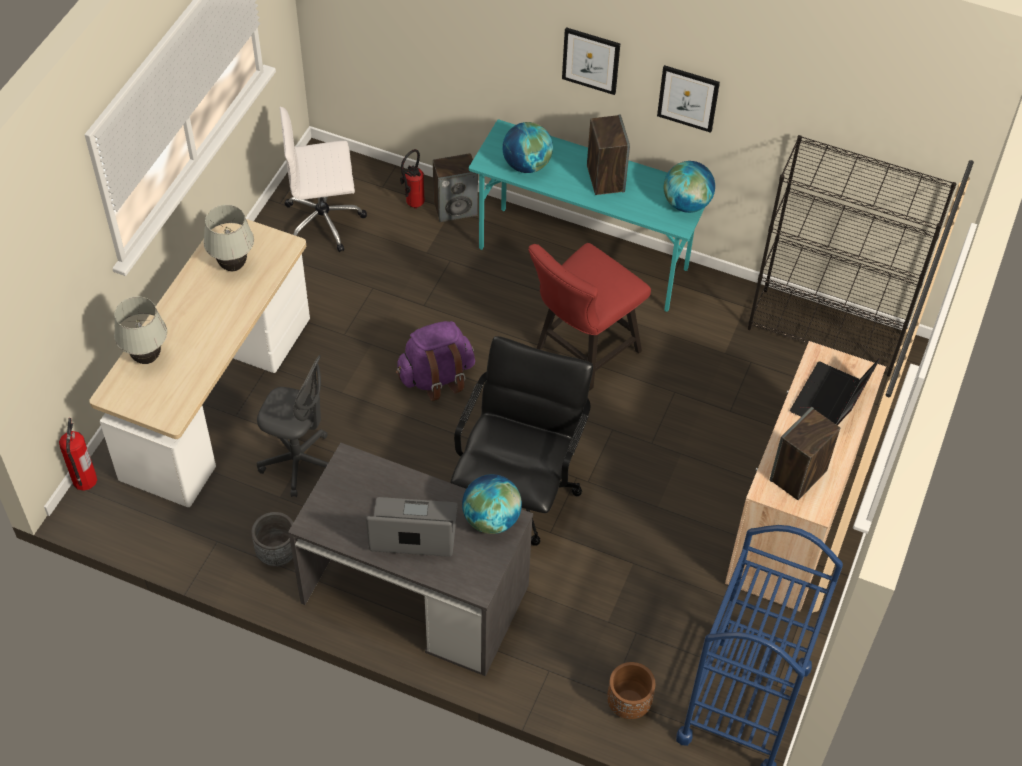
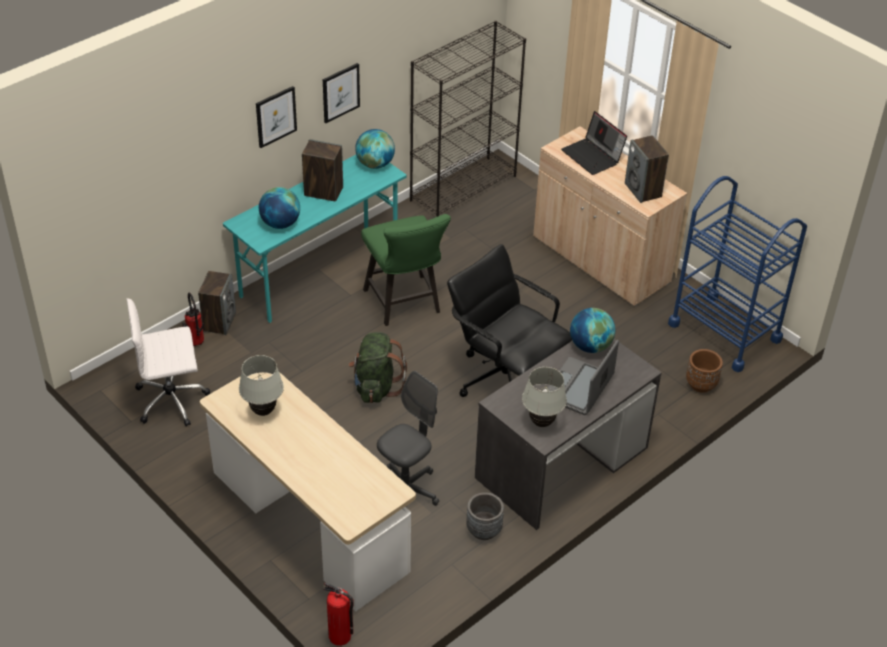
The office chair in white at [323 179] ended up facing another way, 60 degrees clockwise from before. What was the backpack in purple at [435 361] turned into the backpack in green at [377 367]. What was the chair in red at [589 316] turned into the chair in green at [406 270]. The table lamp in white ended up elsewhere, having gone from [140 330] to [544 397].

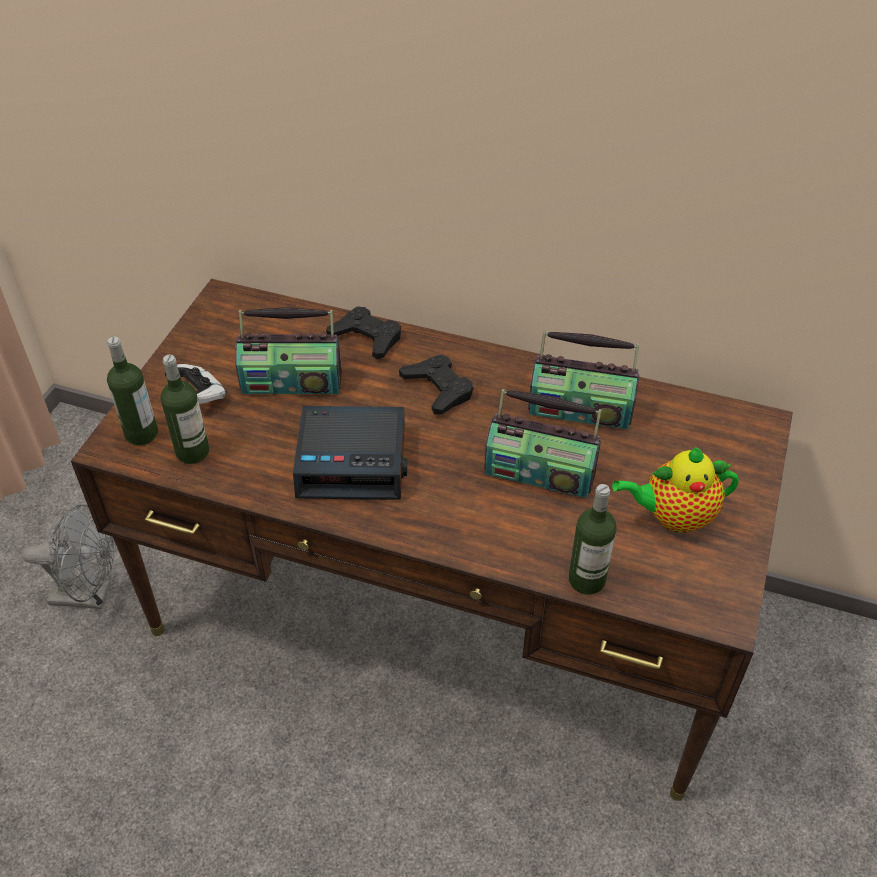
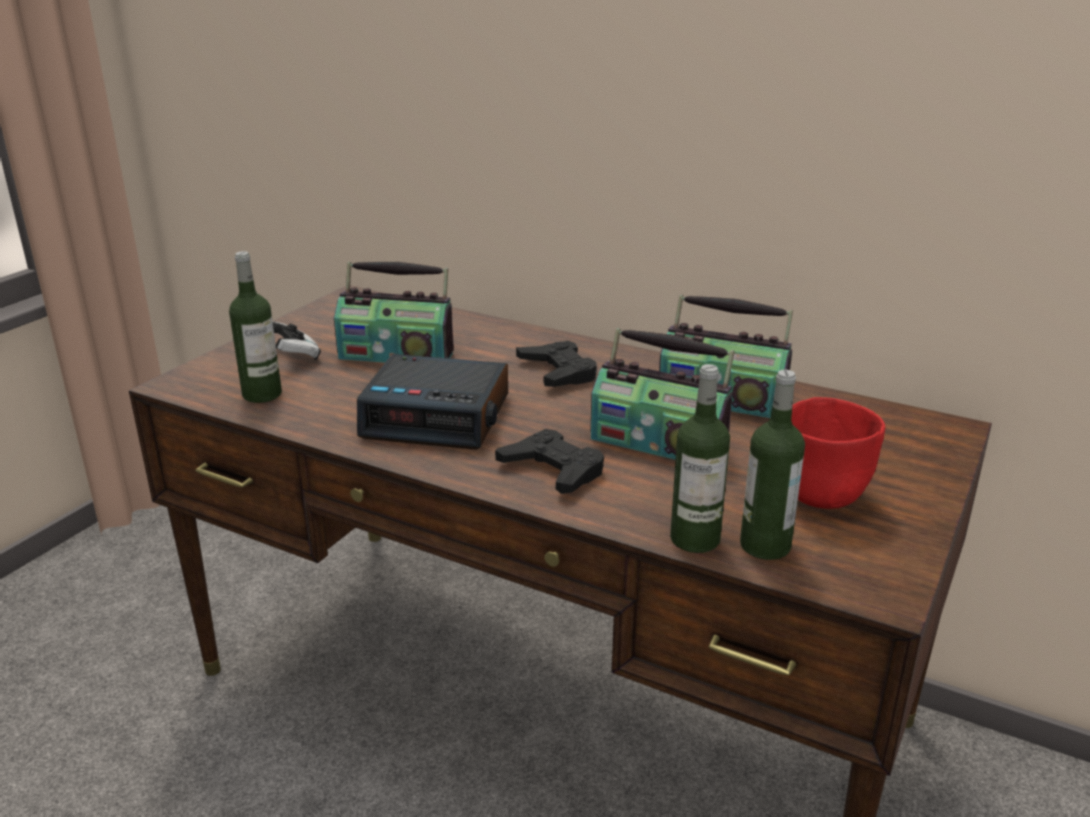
The game controller in black ended up elsewhere, having gone from [363 332] to [549 461]. The bottle ended up elsewhere, having gone from [132 390] to [772 465]. Where the teapot stood at [675 490], the bowl in red came to stand at [838 453]. The second view lost the fan in grey at [68 556].

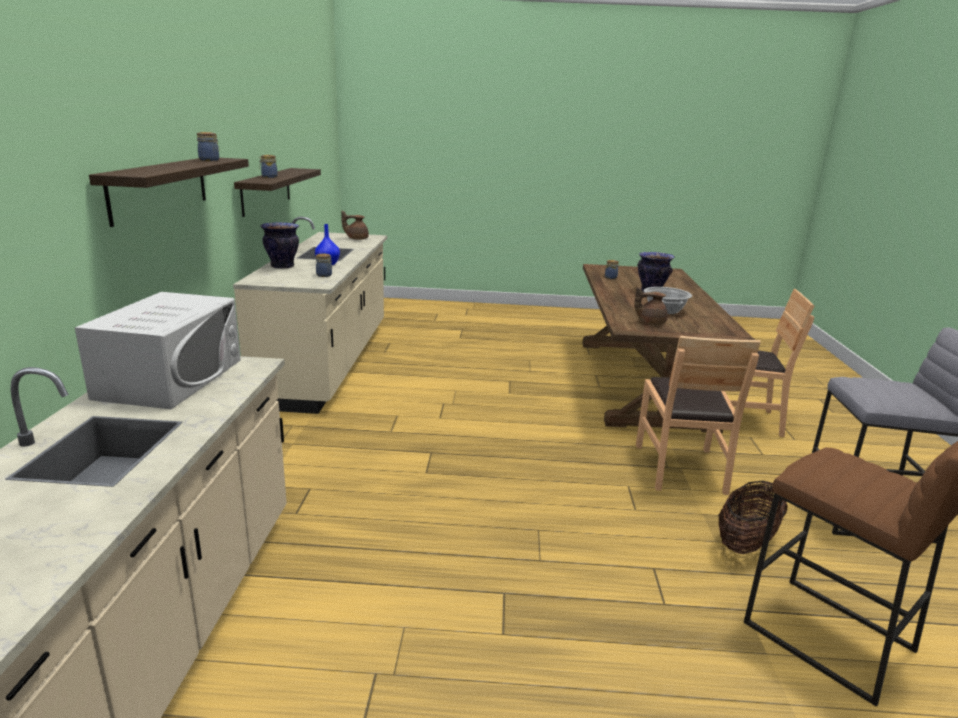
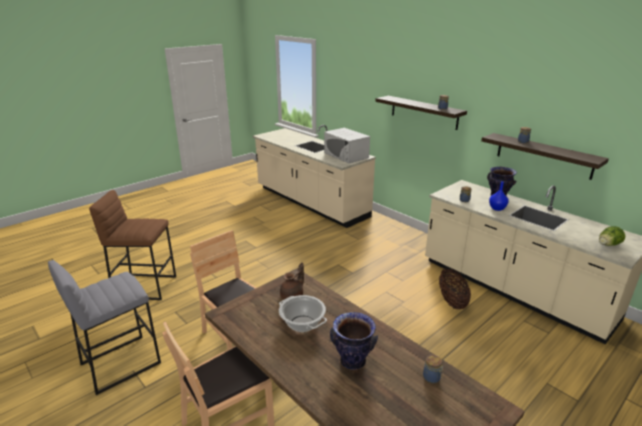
The basket ended up elsewhere, having gone from [753 517] to [455 288]. Where the teapot in brown stood at [355 225], the lettuce came to stand at [612 236].

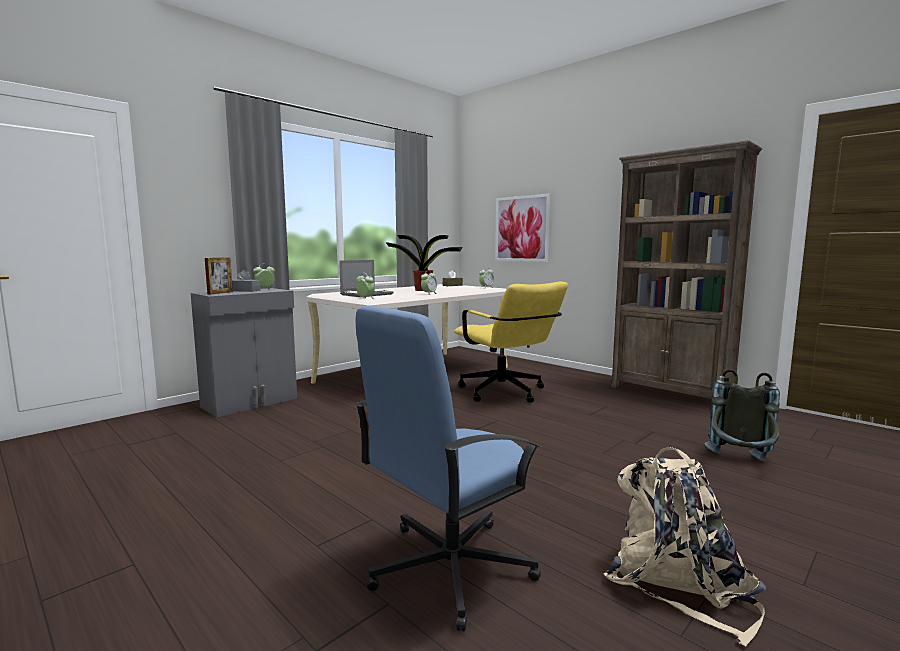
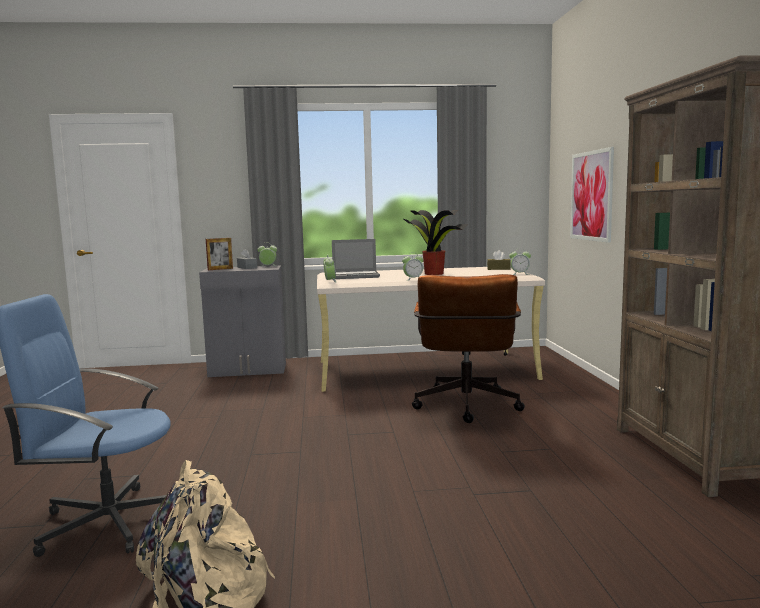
What was the office chair in yellow at [511 342] turned into the office chair in brown at [468 348]. The second view lost the backpack in grey at [742 415].

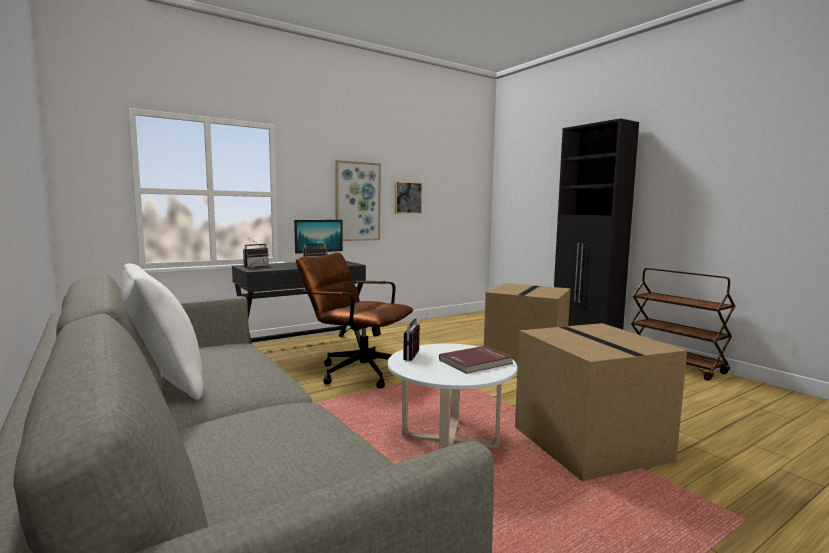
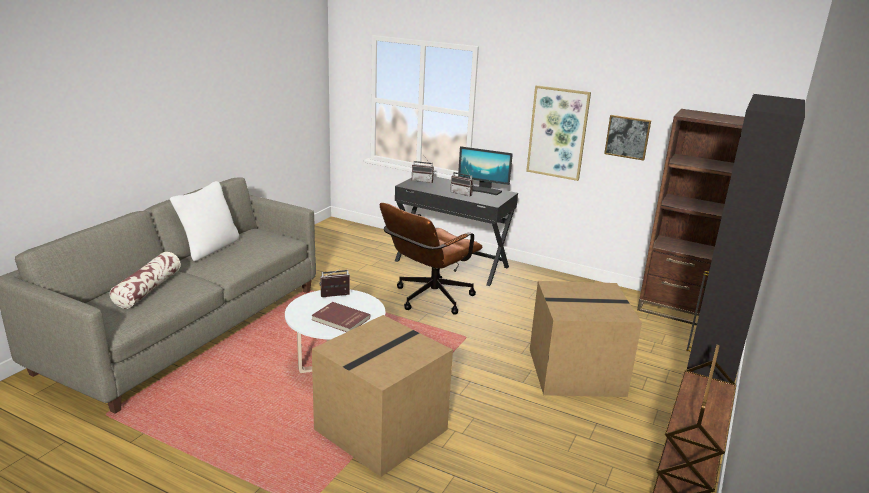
The second view gained the pillow at [145 280]. The office chair in brown at [354 320] ended up facing another way, 135 degrees counterclockwise from before. The second view gained the bookcase in brown at [691 217].

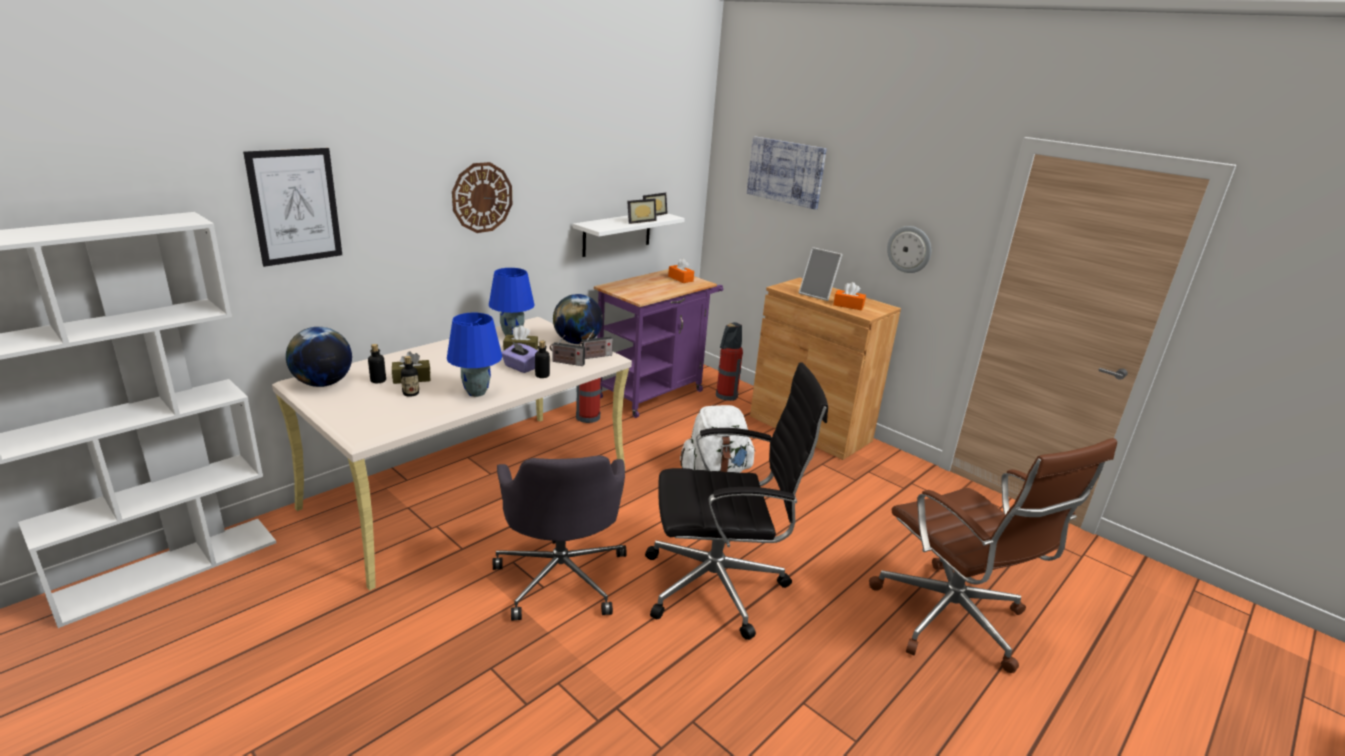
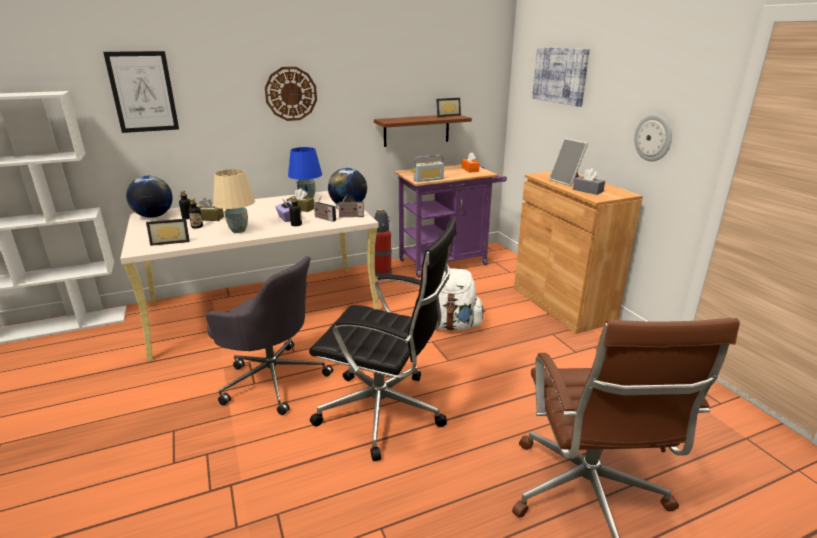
The picture frame ended up elsewhere, having gone from [642 211] to [168 232]. The office chair in grey at [560 538] ended up facing another way, 75 degrees counterclockwise from before. What was the table lamp in blue at [474 355] turned into the table lamp in beige at [234 201]. What was the shelf in white at [629 235] turned into the shelf in brown at [423 131]. The second view gained the radio at [428 168]. What was the tissue box in orange at [849 296] turned into the tissue box in grey at [589 181]. The second view lost the fire extinguisher at [729 361].

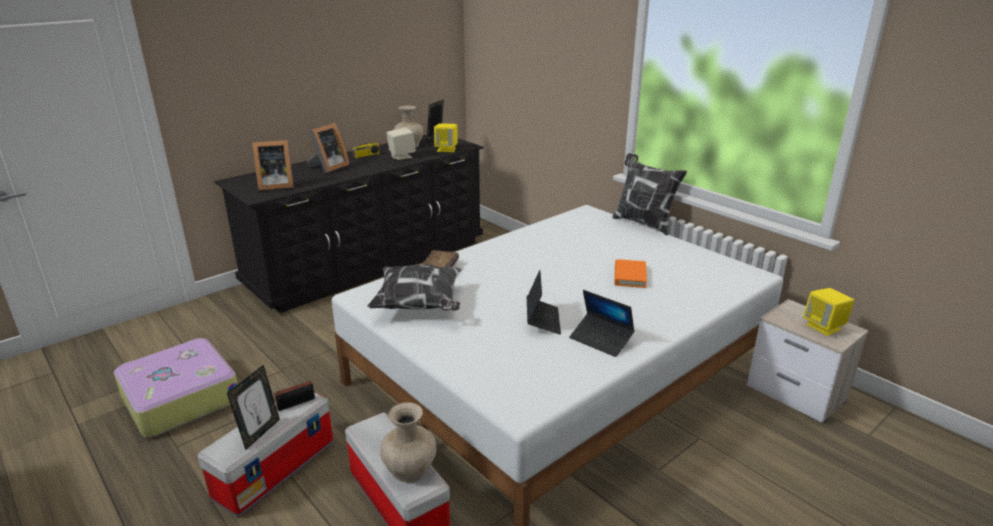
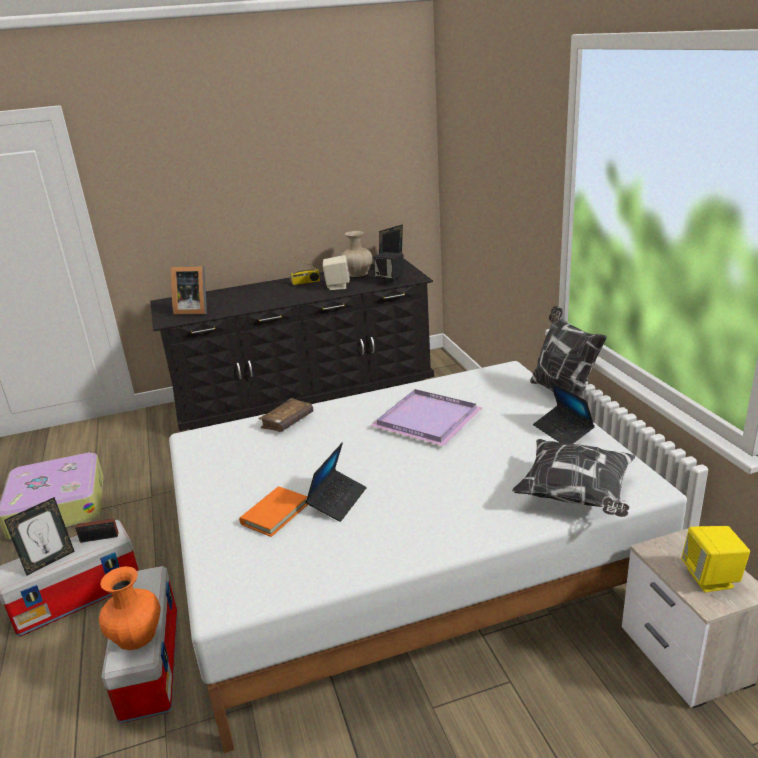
What was the vase in beige at [408 442] turned into the vase in orange at [129 608]. The book in orange ended up elsewhere, having gone from [630 273] to [273 511]. The second view gained the tray in purple at [426 417]. What was the speaker in yellow at [446 137] turned into the speaker in black at [389 268]. The pillow ended up elsewhere, having gone from [414 287] to [573 478]. The laptop ended up elsewhere, having gone from [602 323] to [564 412]. The second view lost the picture frame at [328 148].

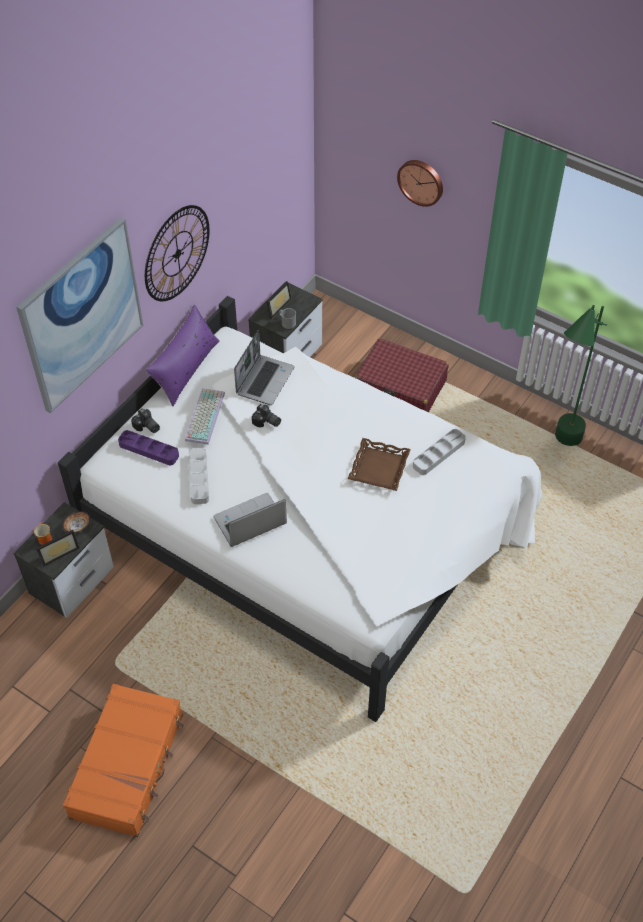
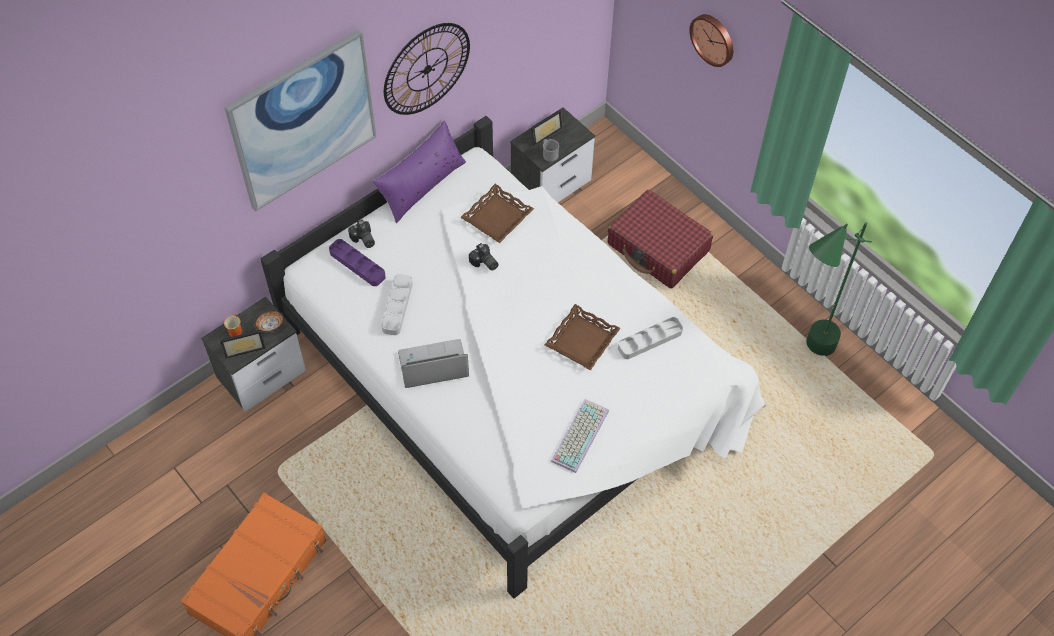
Where the laptop stood at [264 367], the tray in brown came to stand at [497 213]. The keyboard ended up elsewhere, having gone from [205 416] to [580 436].

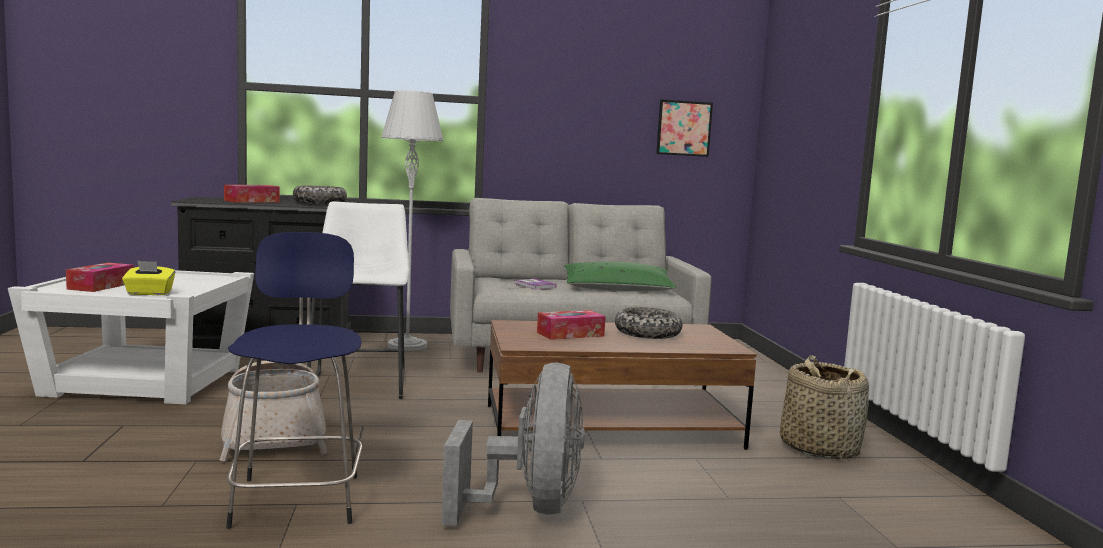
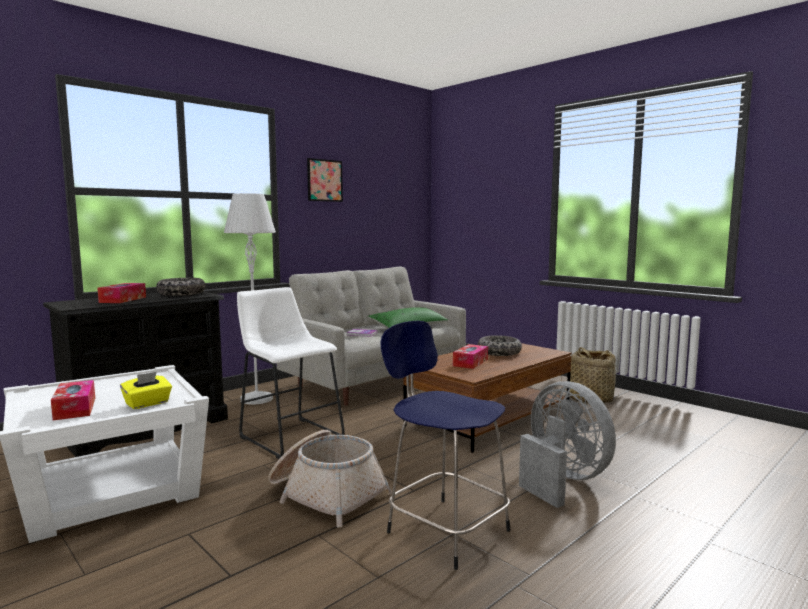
The picture ended up elsewhere, having gone from [684 128] to [325 180].

